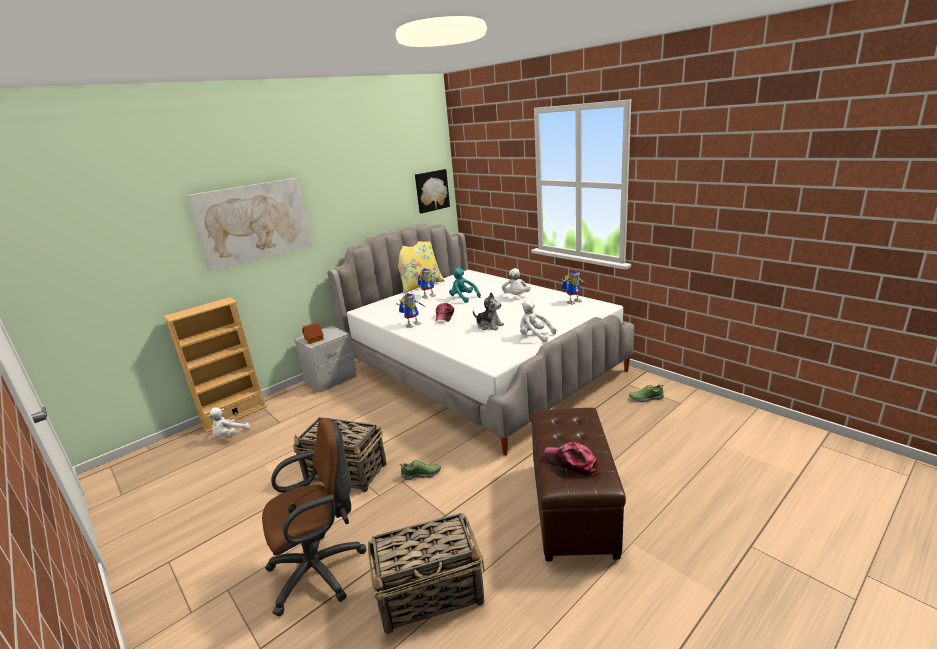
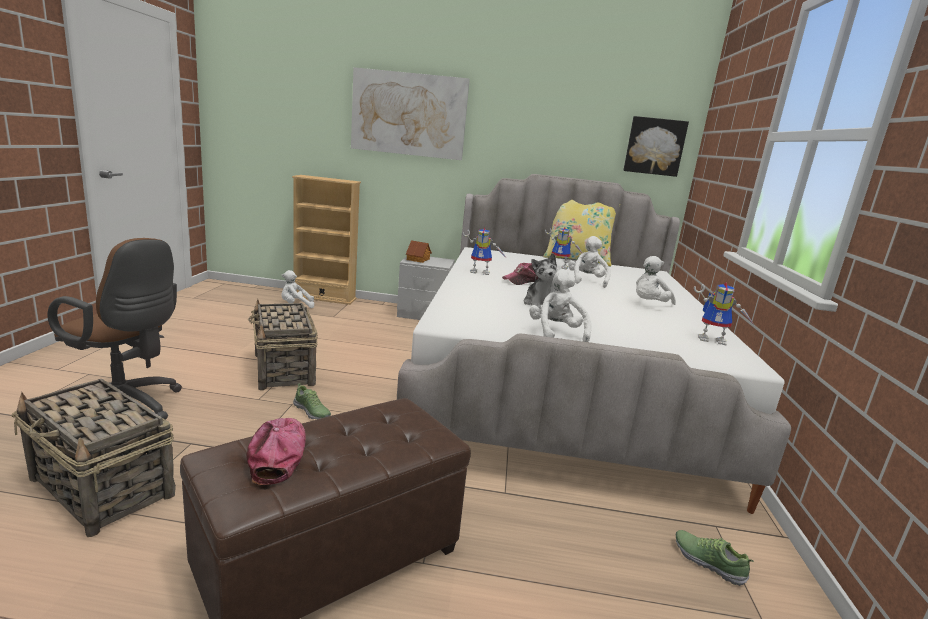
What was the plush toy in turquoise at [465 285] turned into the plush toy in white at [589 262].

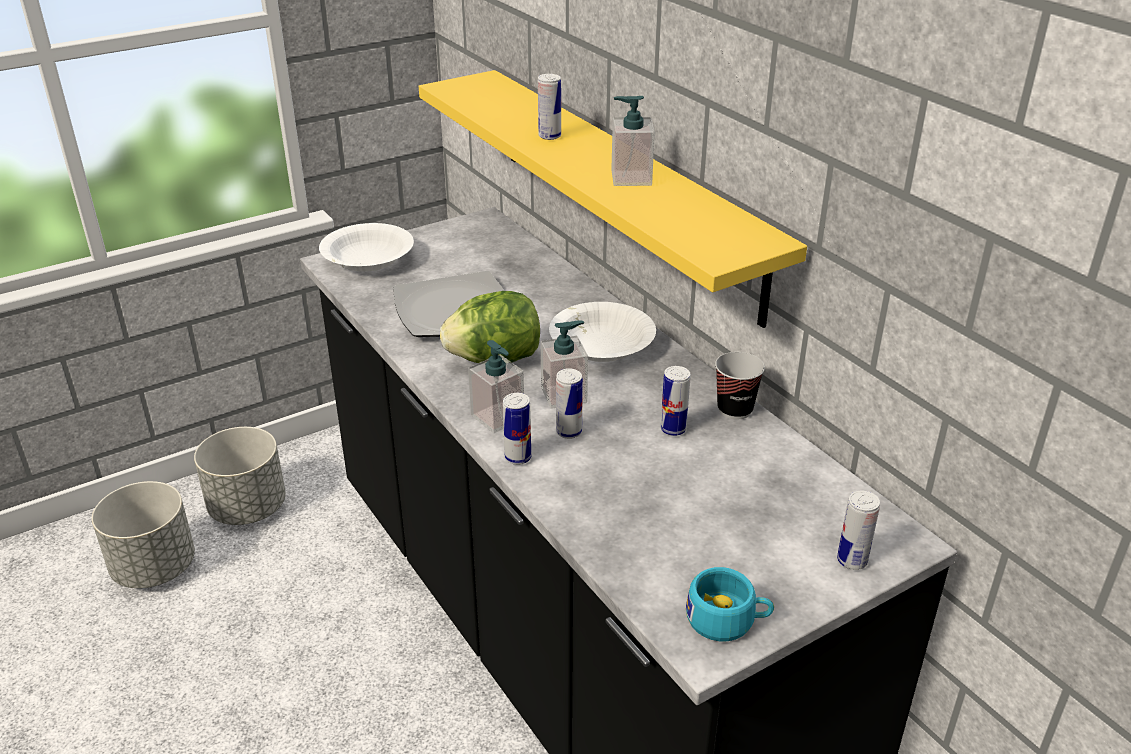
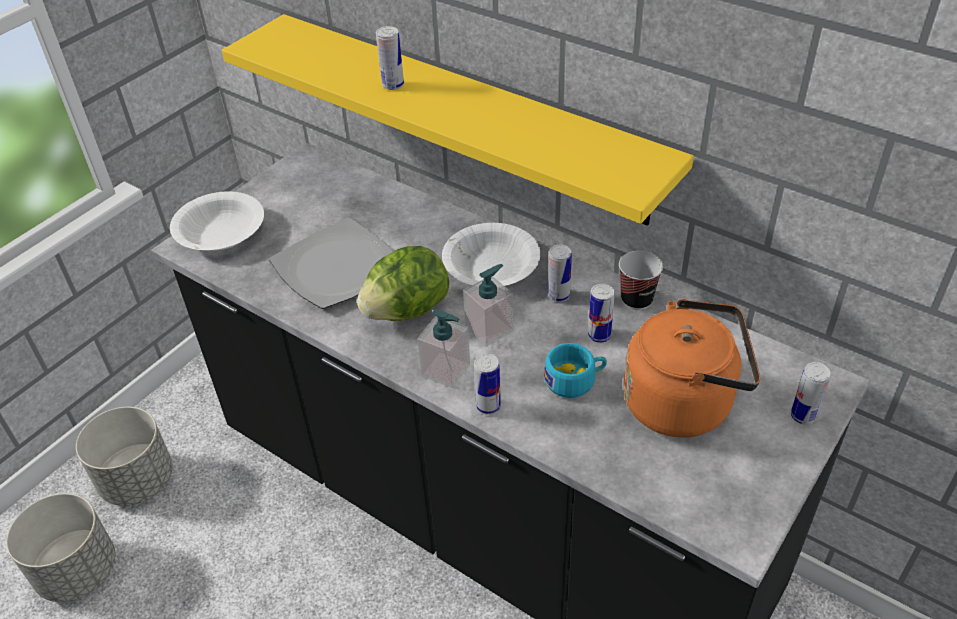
The cup in turquoise ended up elsewhere, having gone from [730 604] to [575 370]. The can ended up elsewhere, having gone from [569 403] to [560 273]. The second view gained the kettle in orange at [691 368]. The second view lost the soap dispenser at [633 141].

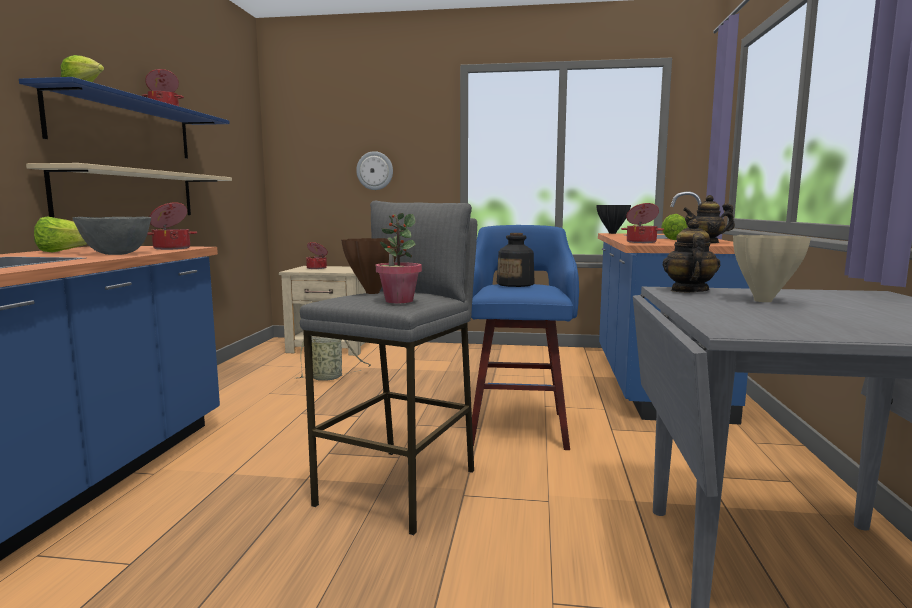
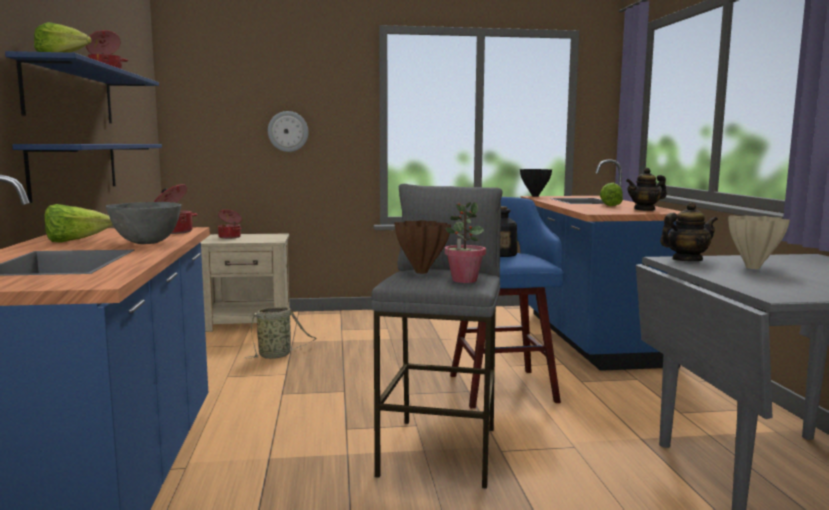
What was the shelf in beige at [129 190] turned into the shelf in blue at [87 173]. The teapot at [691 255] ended up facing another way, 75 degrees clockwise from before. The second view lost the cooking pot at [642 223].

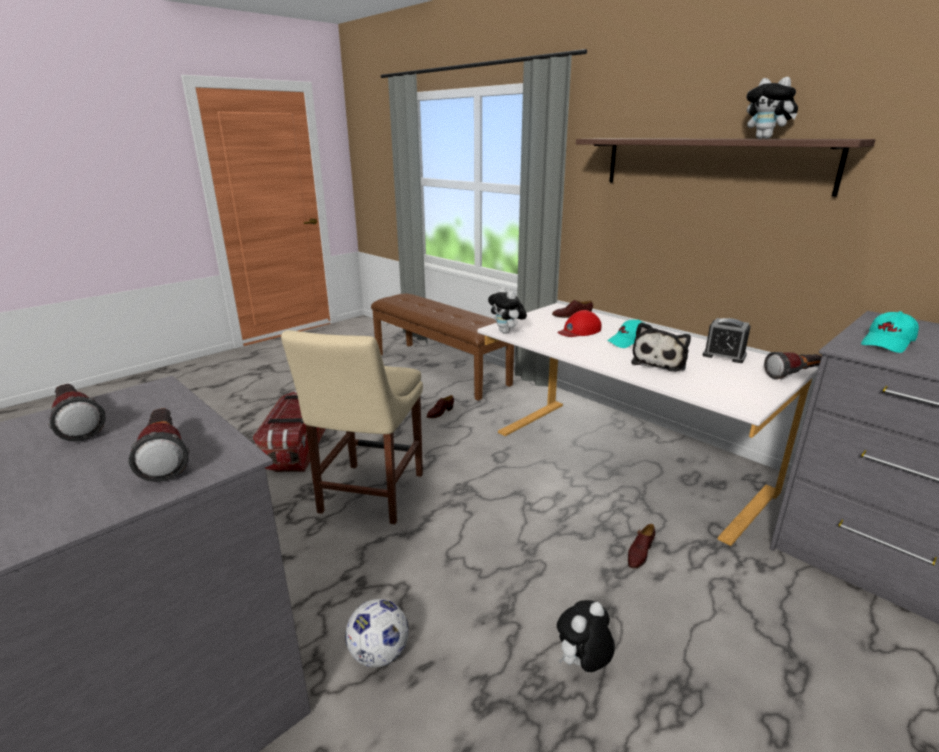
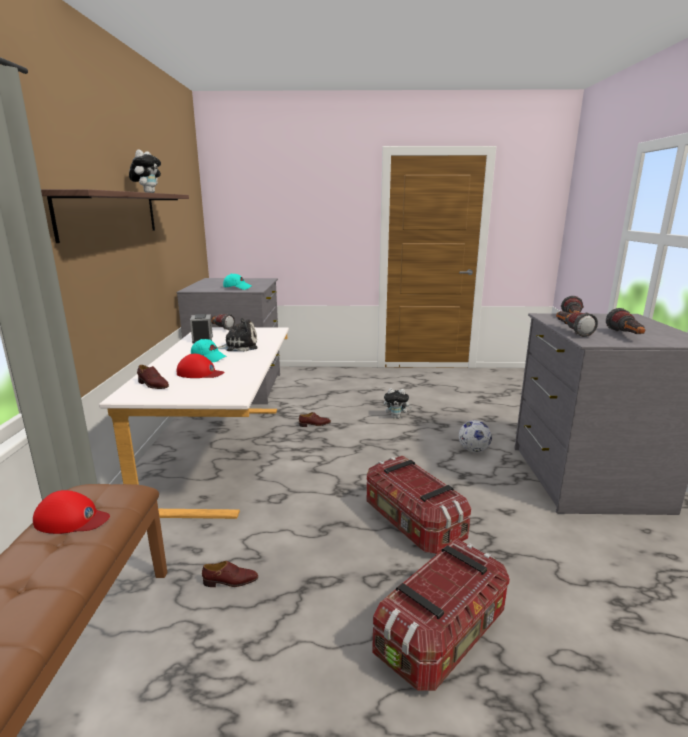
The second view gained the cap in red at [71 512]. Where the chair in beige stood at [352 427], the storage box came to stand at [419 505]. The second view gained the flashlight at [577 324]. The second view lost the plush toy at [507 310].

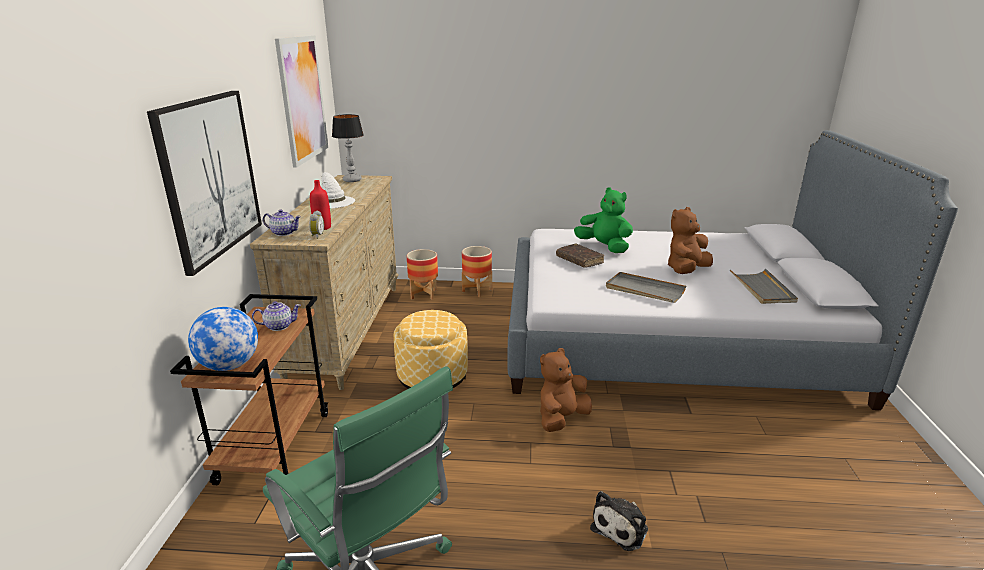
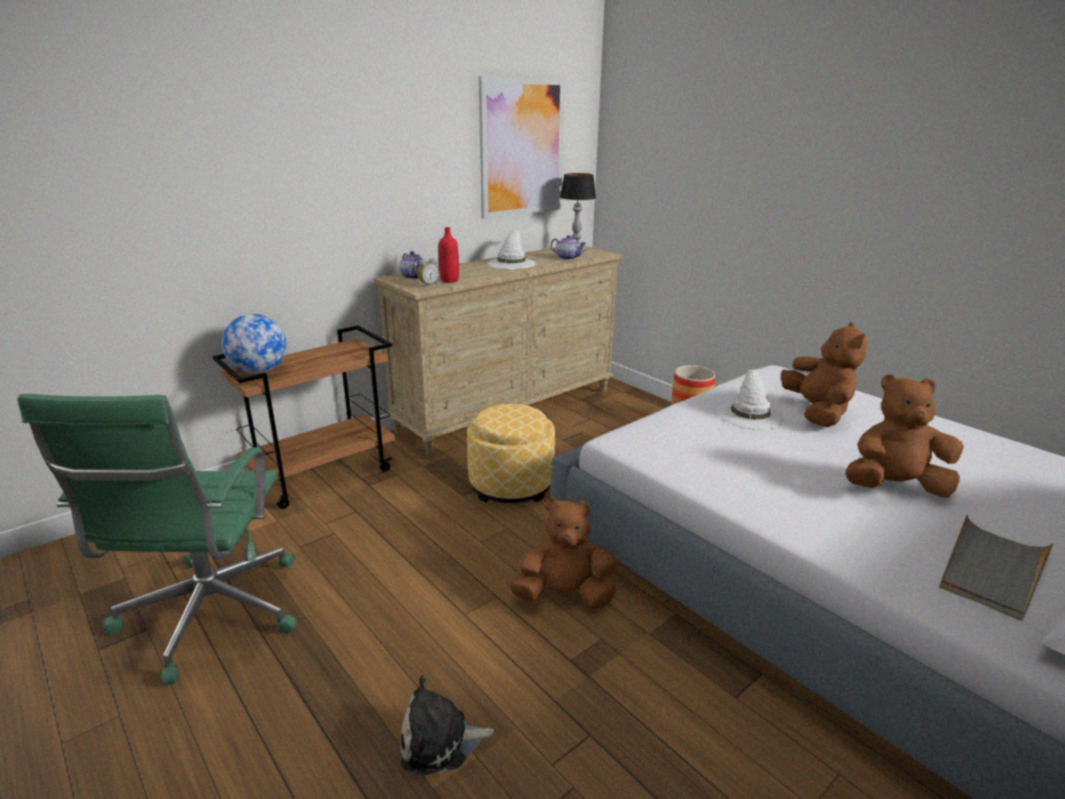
The teapot ended up elsewhere, having gone from [276 316] to [568 247]. Where the book in brown stood at [580 256], the hat in white came to stand at [750 399]. What was the plush toy in green at [603 220] turned into the plush toy in brown at [824 374]. The second view lost the picture at [204 183]. The second view lost the planter at [422 274]. The second view lost the tray in grey at [646 287].

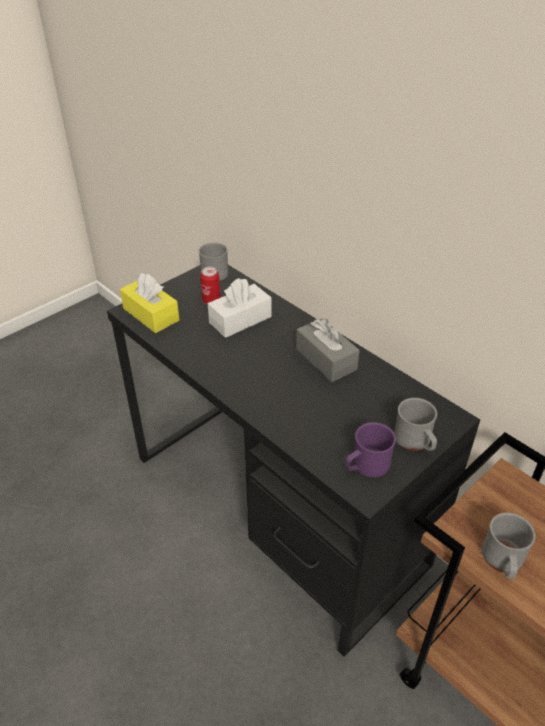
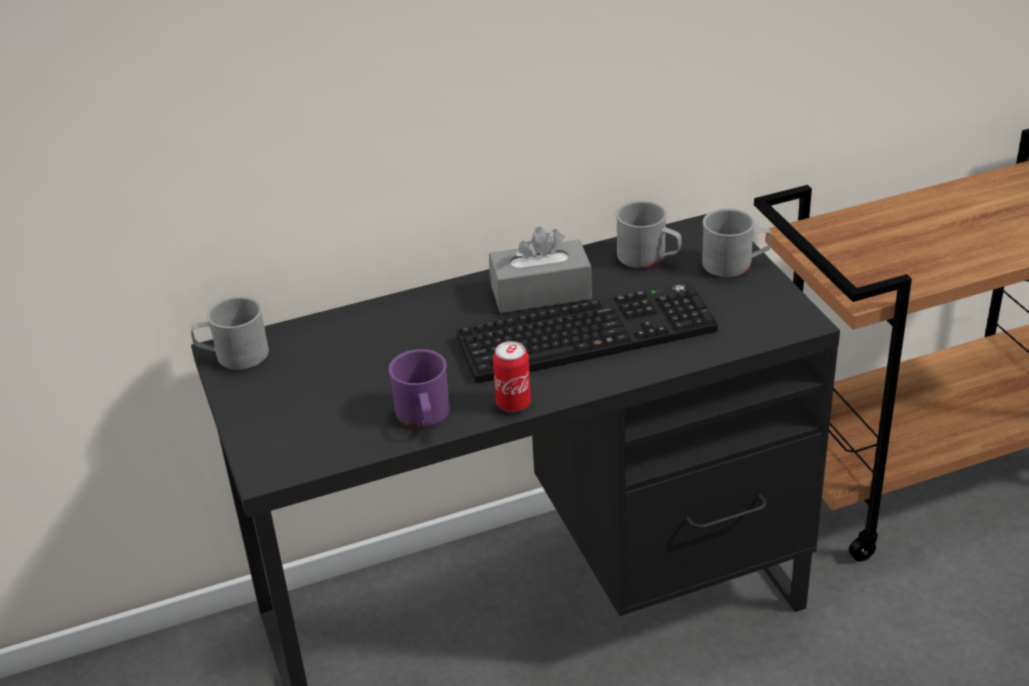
The mug in purple ended up elsewhere, having gone from [370 449] to [419 388]. The second view gained the keyboard at [587 332]. The can ended up elsewhere, having gone from [210 285] to [512 376]. The mug in grey ended up elsewhere, having gone from [509 545] to [648 234]. The second view lost the tissue box in yellow at [149 303]. The second view lost the tissue box in white at [240 308].

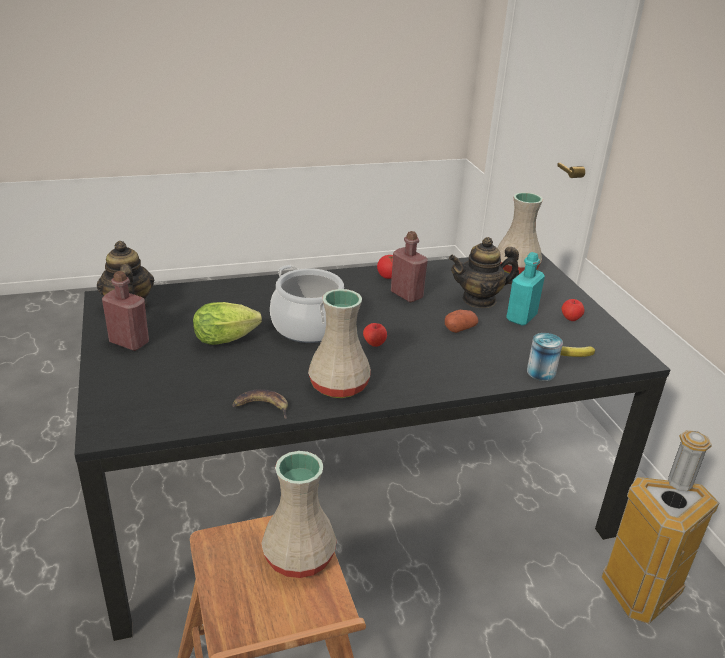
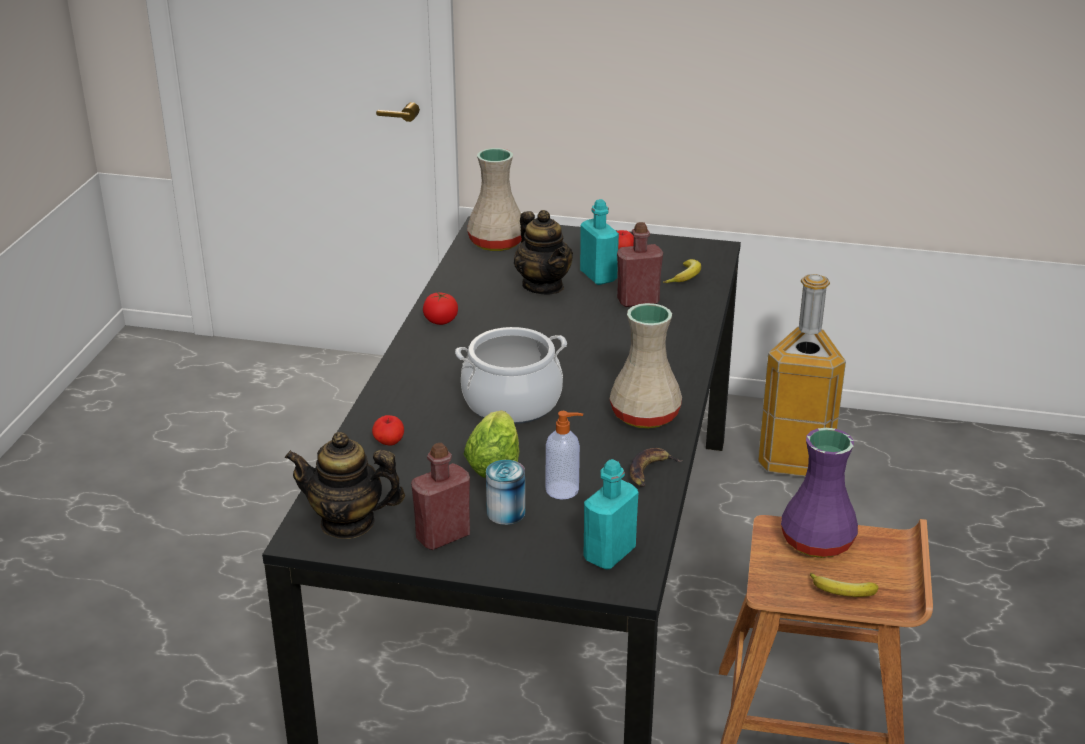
The apple ended up elsewhere, having gone from [375 335] to [388 430]. The can ended up elsewhere, having gone from [545 357] to [505 492]. The teapot at [484 272] ended up facing another way, 45 degrees counterclockwise from before. The second view gained the soap dispenser at [564 455]. The second view gained the bottle in turquoise at [610 514]. The bottle in red ended up elsewhere, having gone from [409 266] to [640 264]. What was the vase in beige at [299 514] turned into the vase in purple at [819 493]. The second view gained the banana at [844 585]. The second view lost the potato at [461 321].

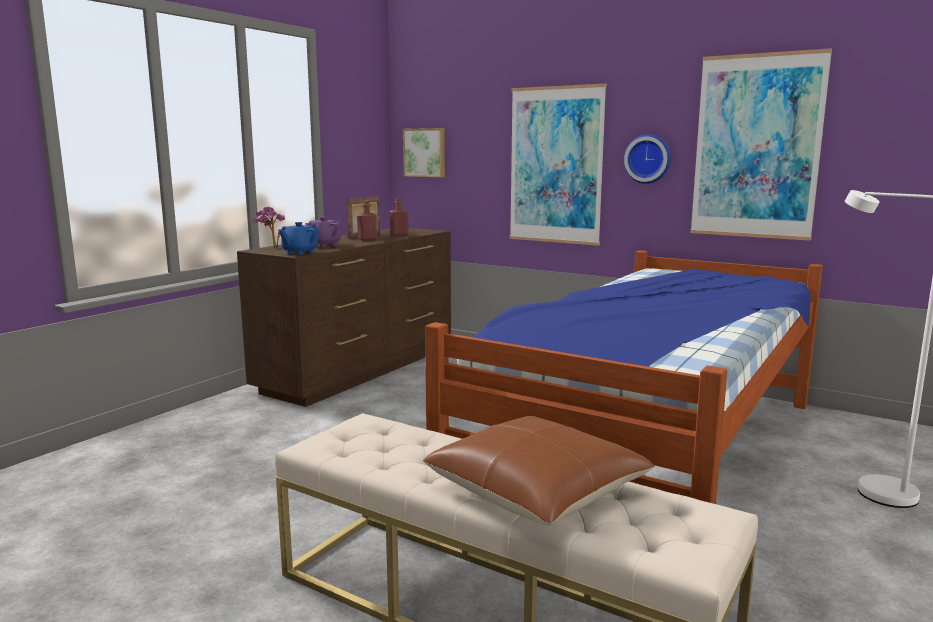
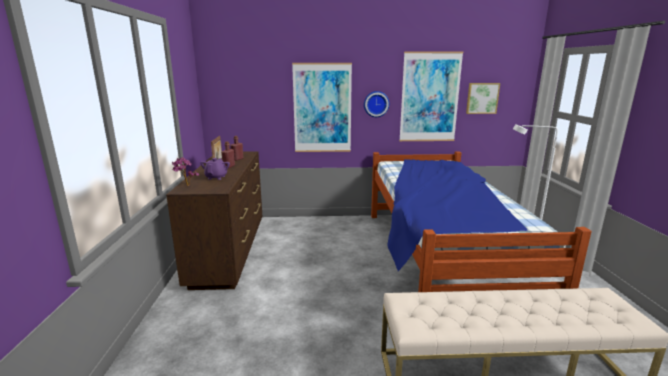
The picture ended up elsewhere, having gone from [424 152] to [483 98]. The second view lost the teapot in blue at [299 238]. The second view lost the pillow in brown at [538 470].

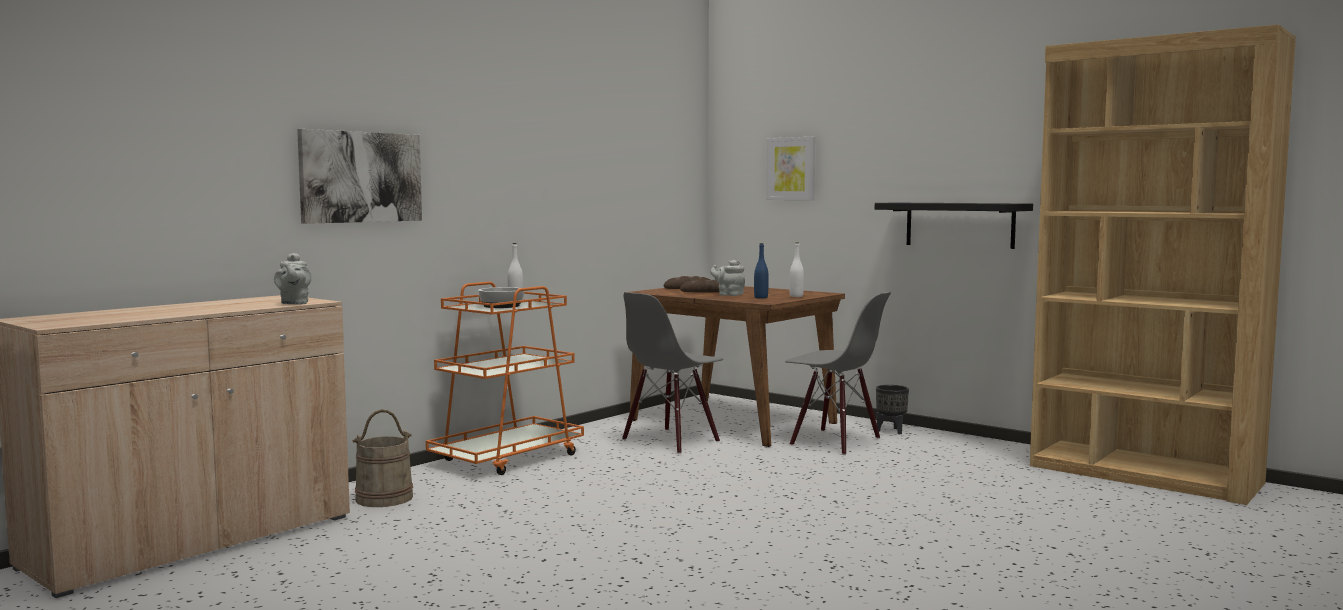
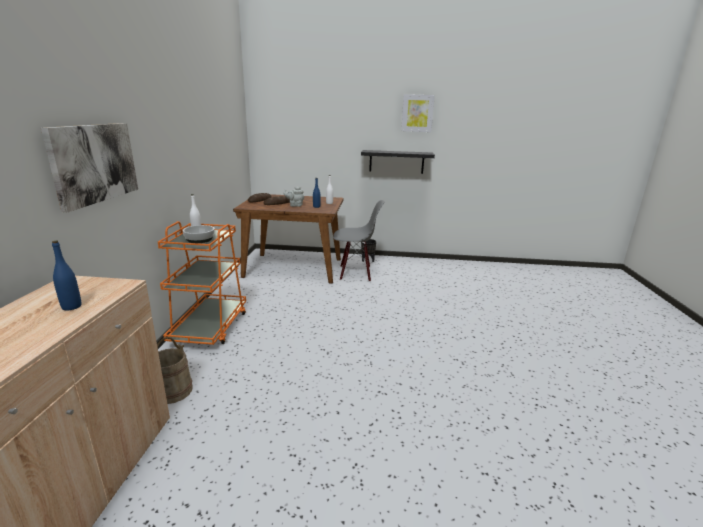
The second view gained the bottle in blue at [66 275]. The picture ended up elsewhere, having gone from [791 168] to [418 113]. The second view lost the teapot in grey at [293 279]. The second view lost the chair in grey at [672 373]. The second view lost the bookcase in brown at [1163 265].

